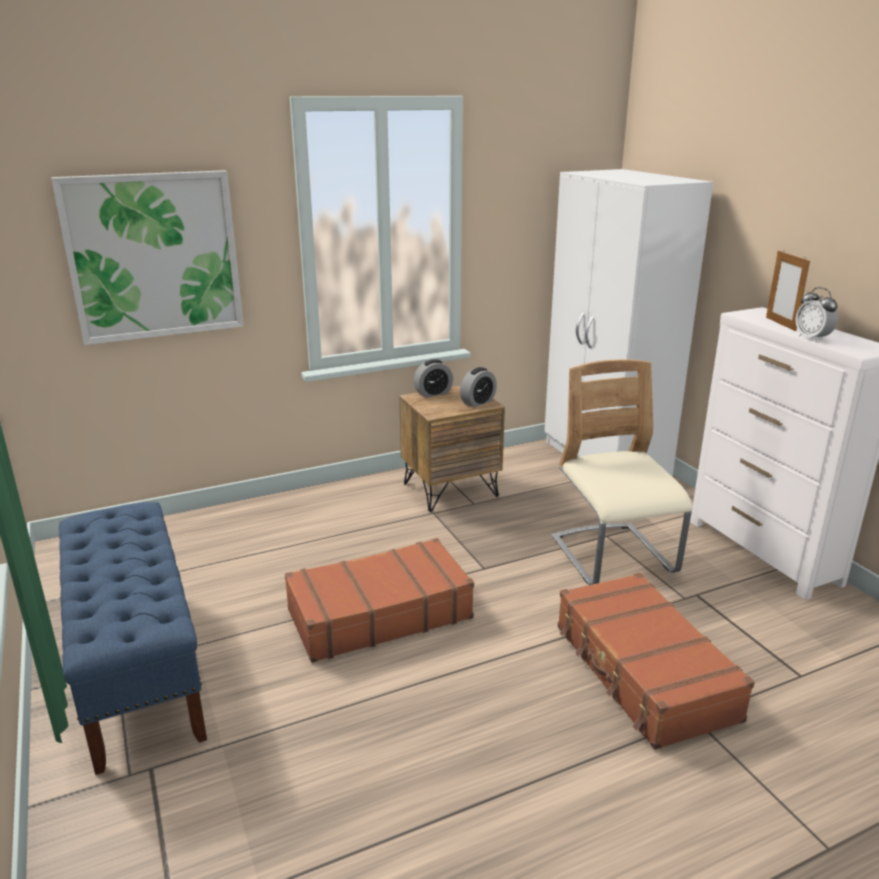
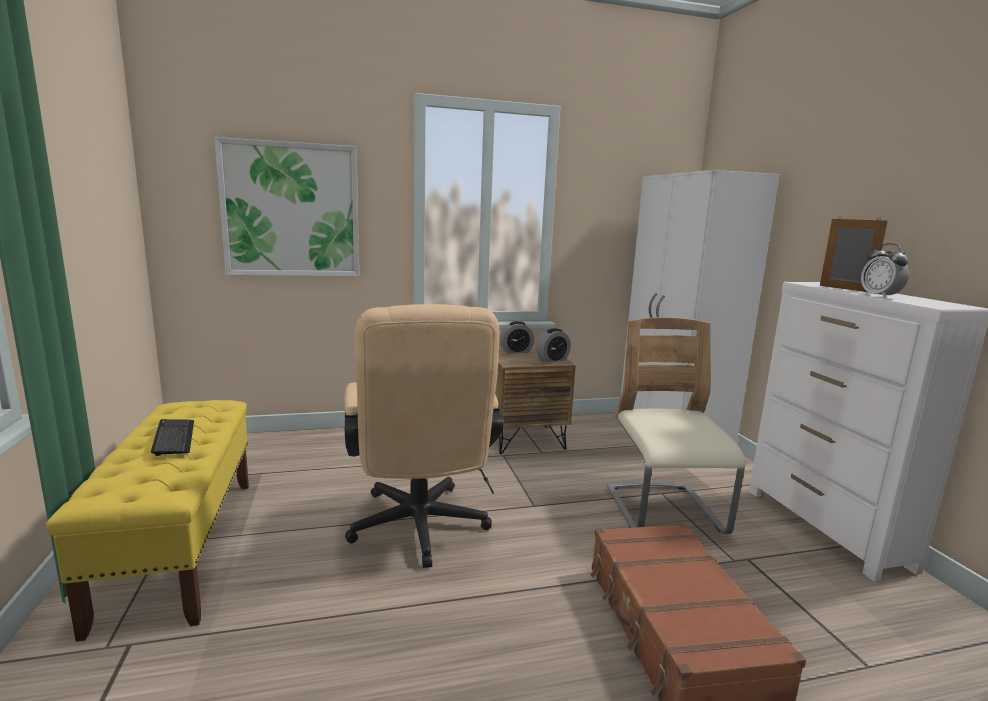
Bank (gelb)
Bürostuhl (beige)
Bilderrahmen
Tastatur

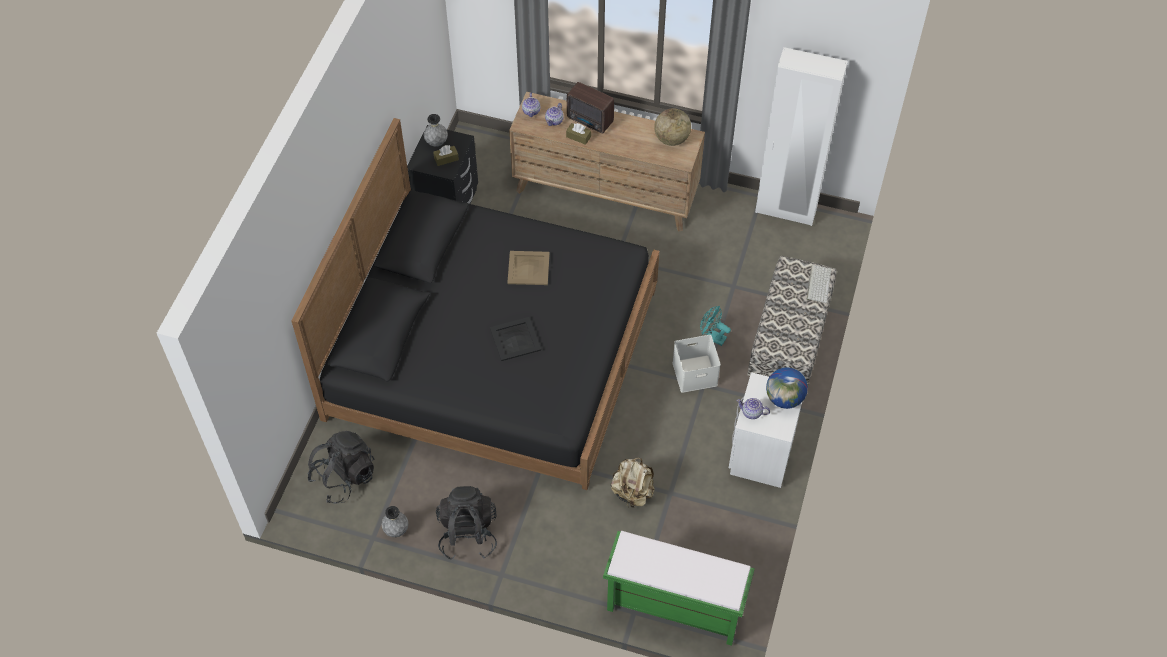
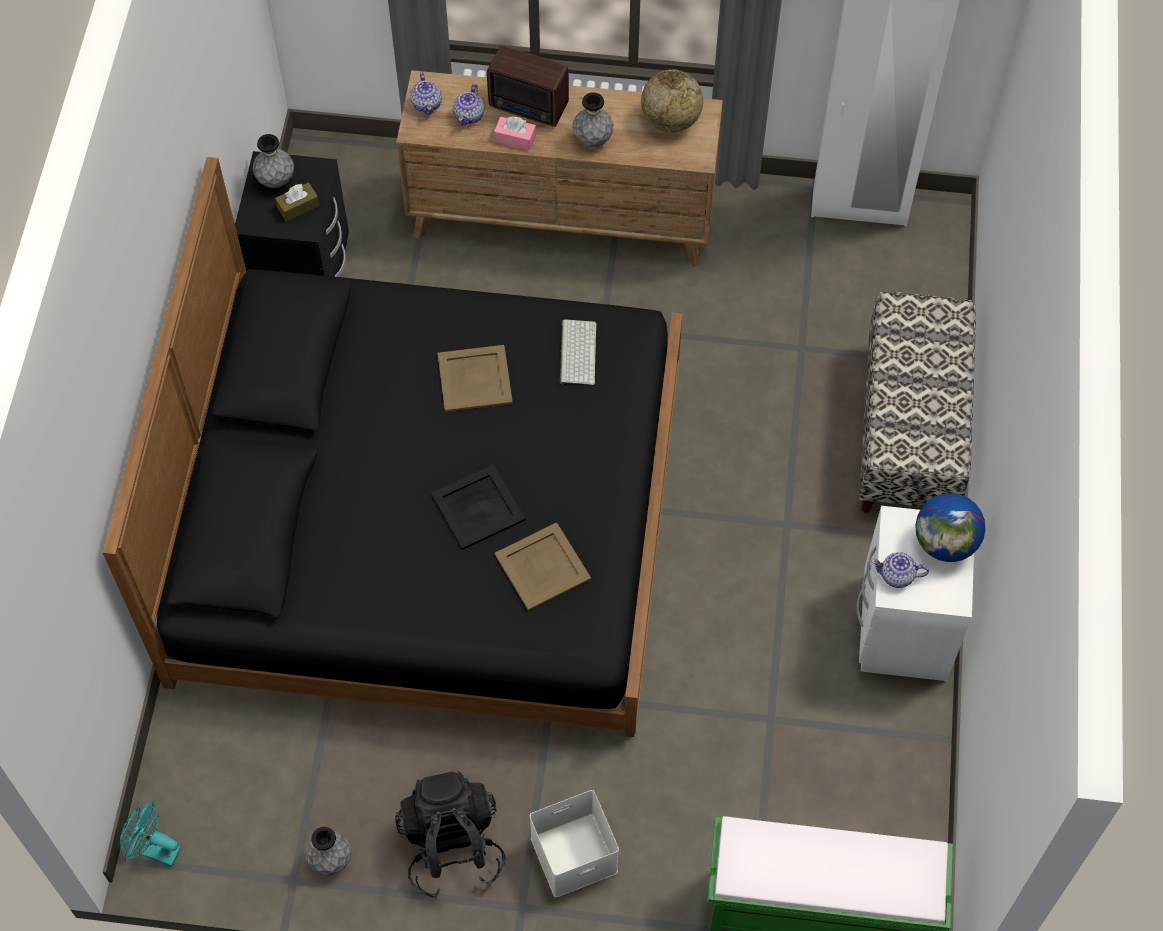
Rucksack (schwarz) (1st from left in the first image)
Taschentuchbox (rosa)
Rucksack (beige)
Aufbewahrungsbox (weiß)
Ventilator (türkis)
Tastatur
Tablett (beige) (2nd from left)
Vase (grau) (3rd from left)

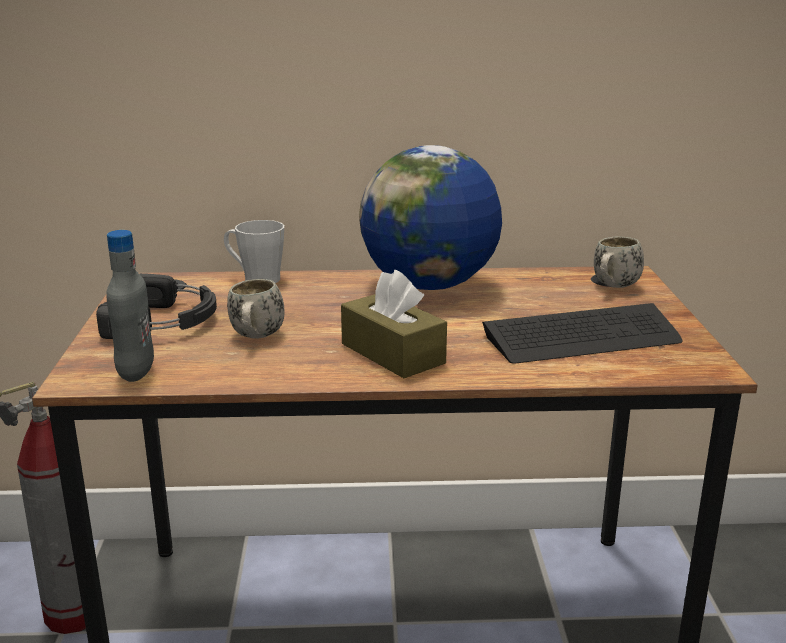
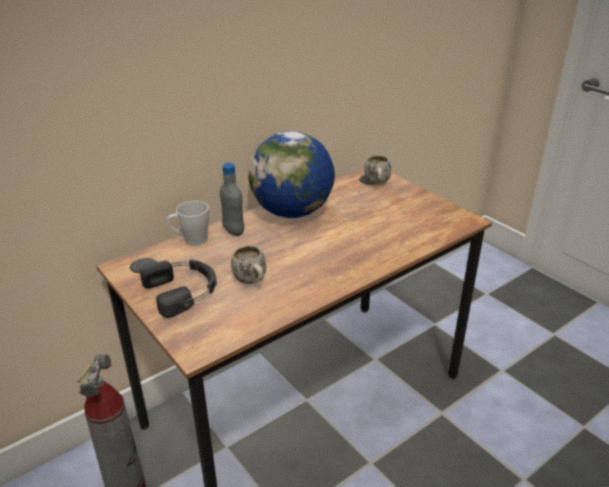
Flasche (grau)
Taschentuchbox (braun)
Tastatur

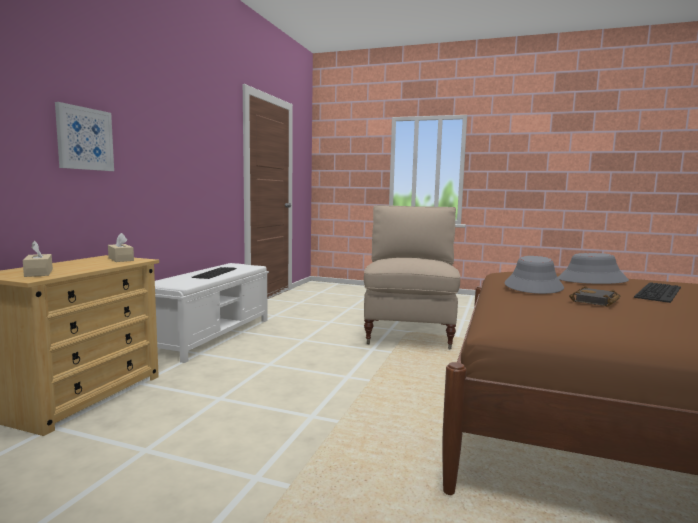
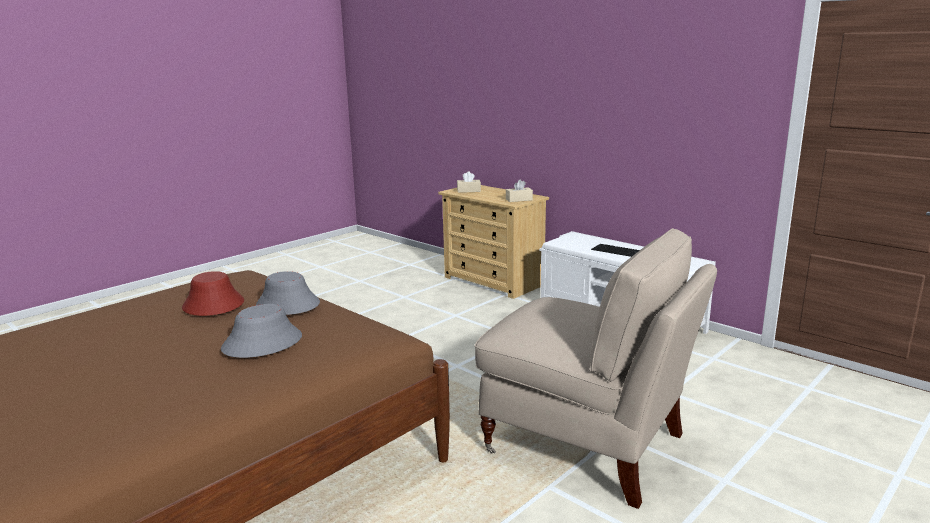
Bild
Hut (rot)
Tastatur (2nd from left in the first image)

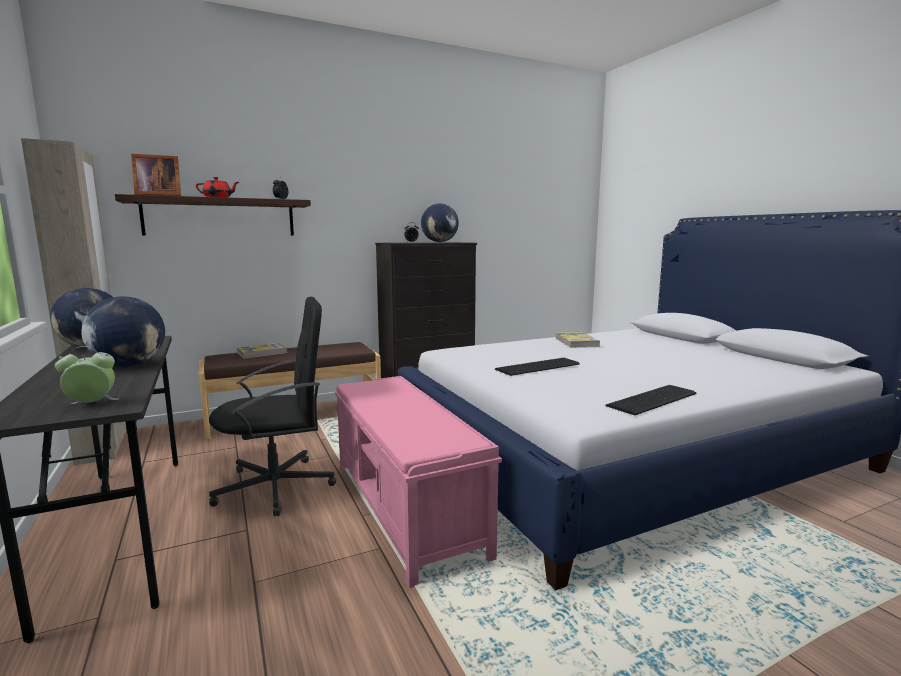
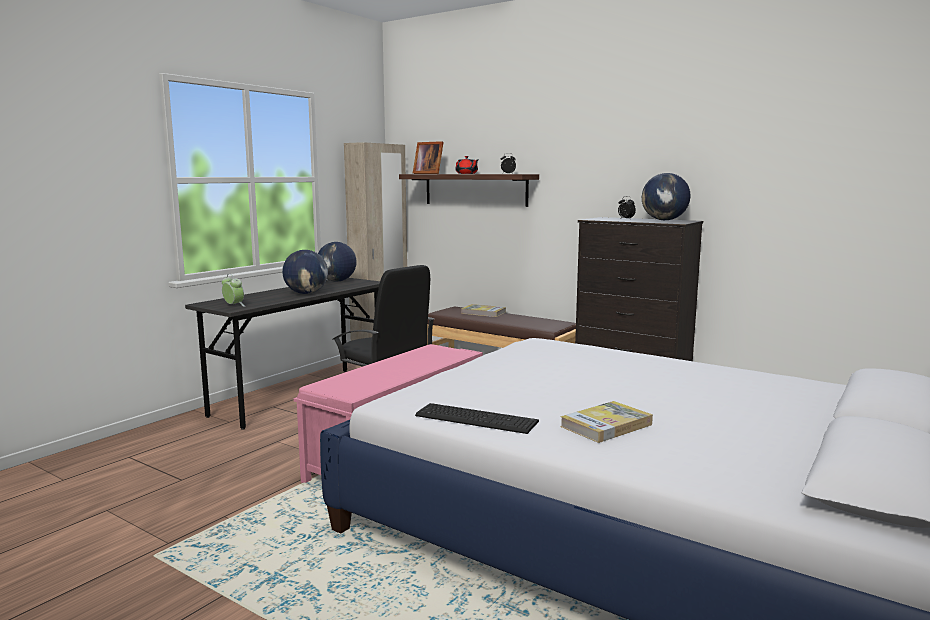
Tastatur (1st from left in the first image)
Buch (2nd from left)

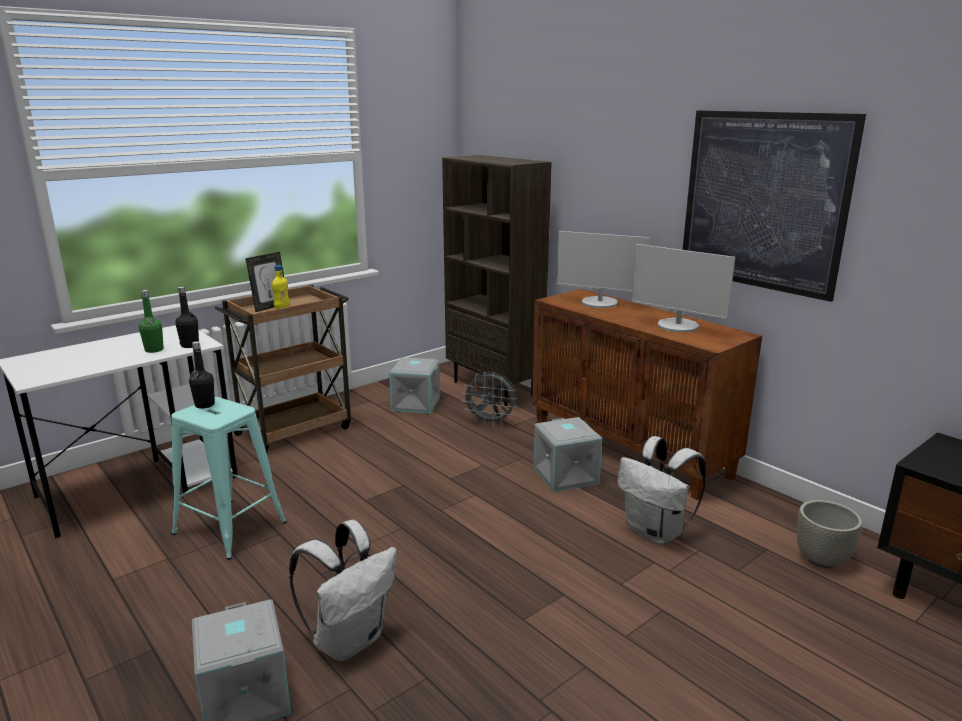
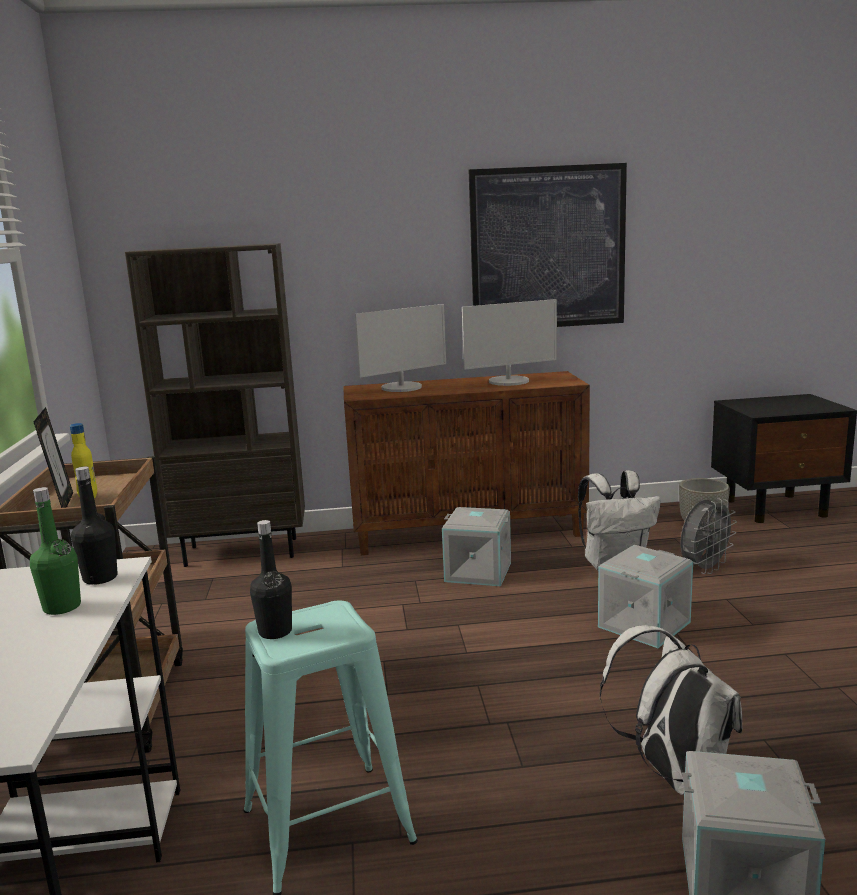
Aufbewahrungsbox (grau) (2nd from left)
Ventilator (grau)

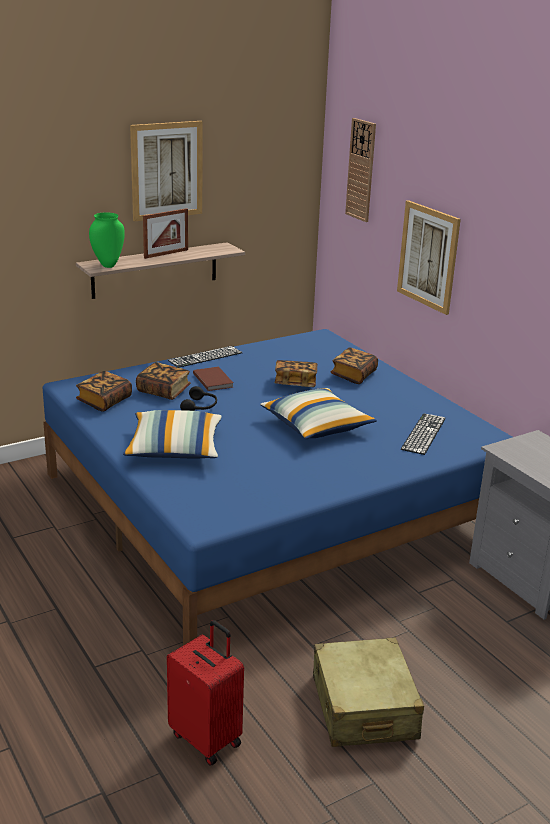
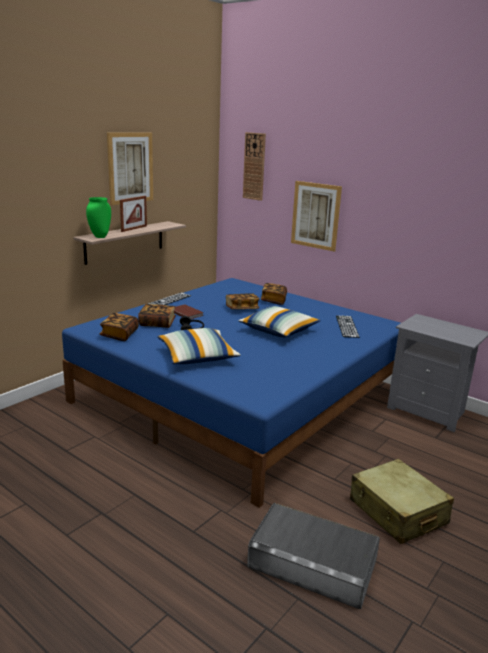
Aufbewahrungsbox (grau)

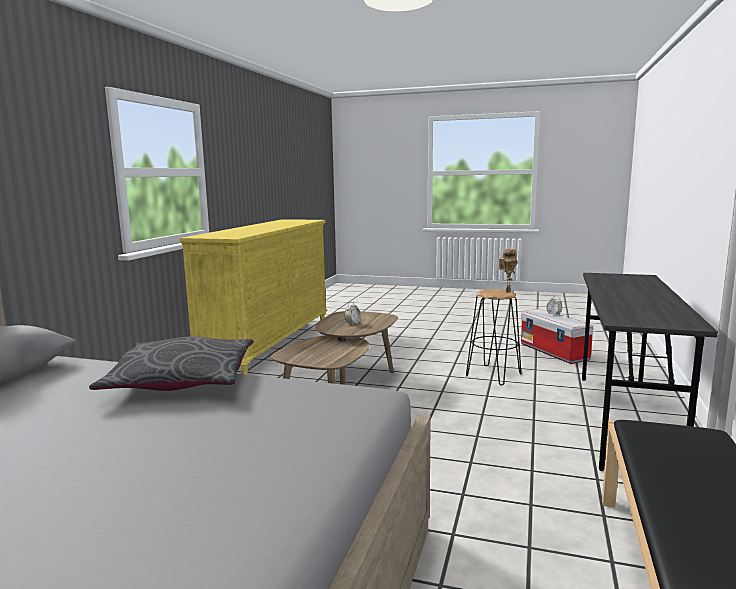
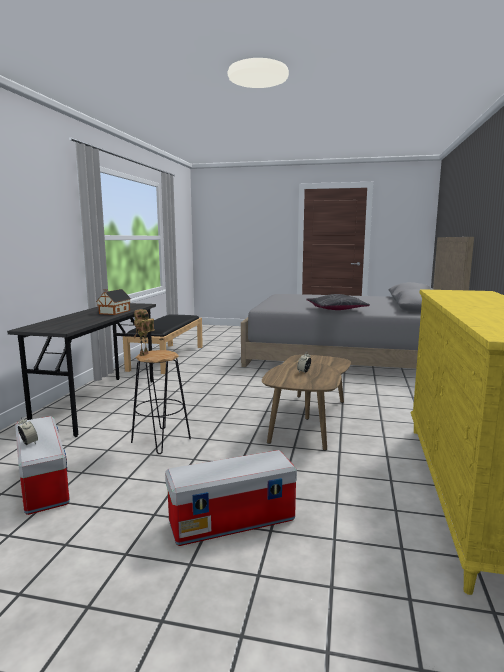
Spielzeughaus
Aufbewahrungsbox (2nd from left)

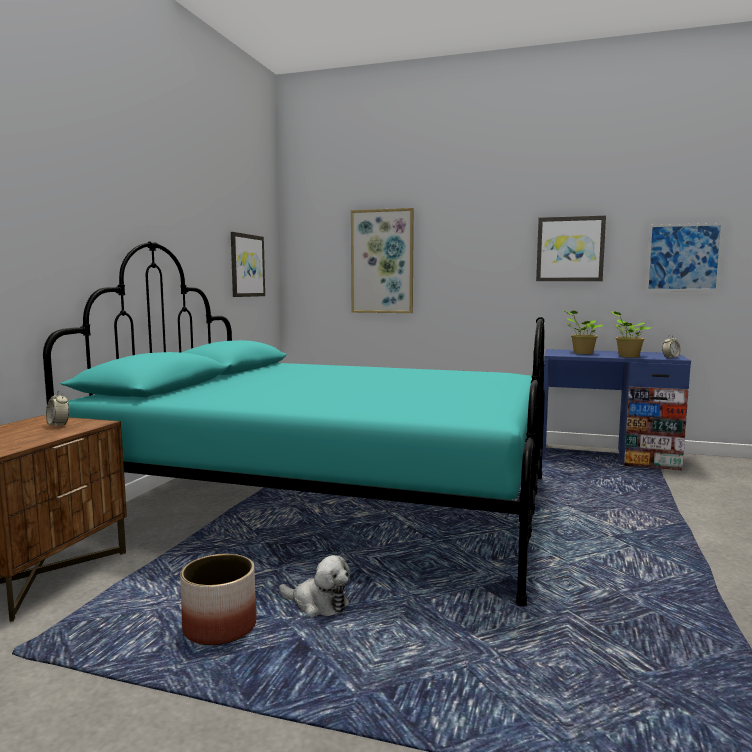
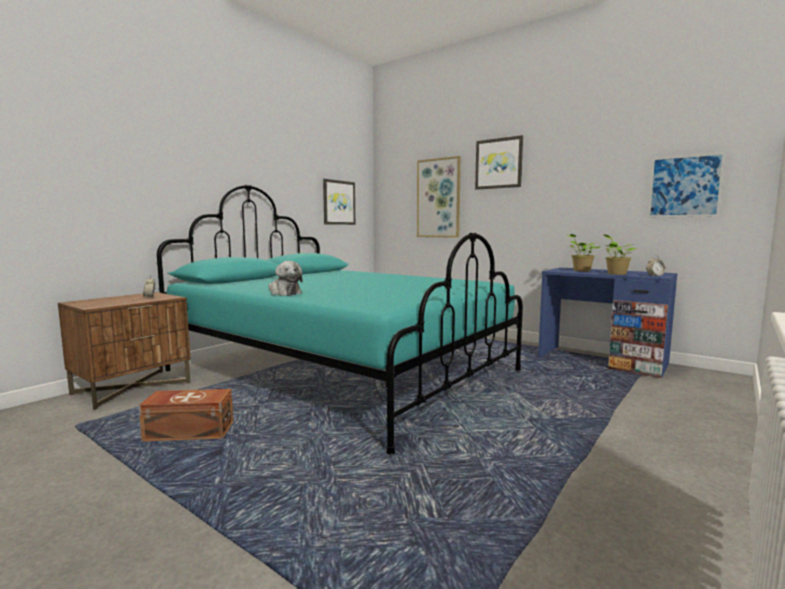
Aufbewahrungsbox (braun)
Plüschtier
Bild (3rd from left)

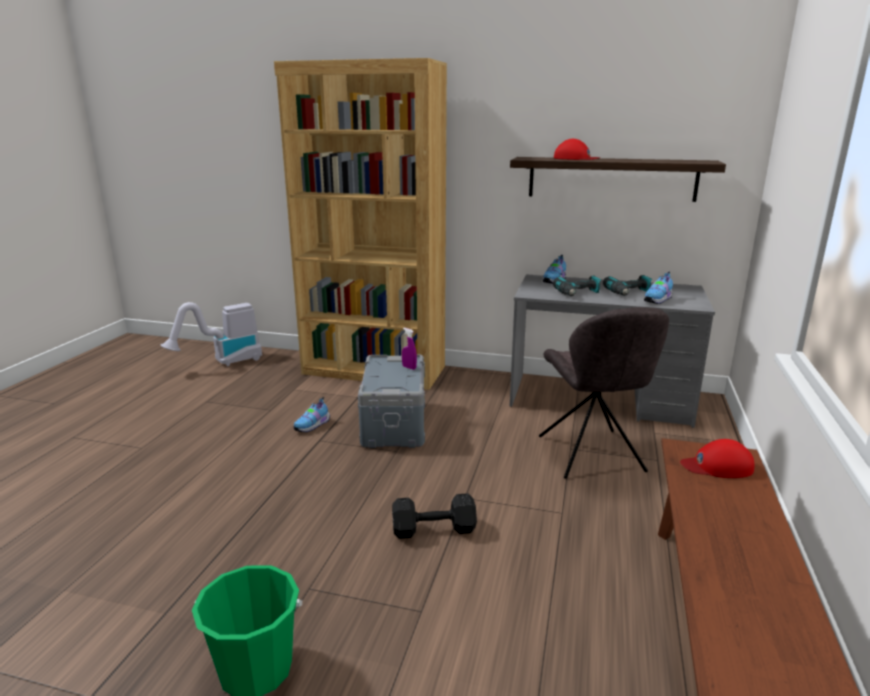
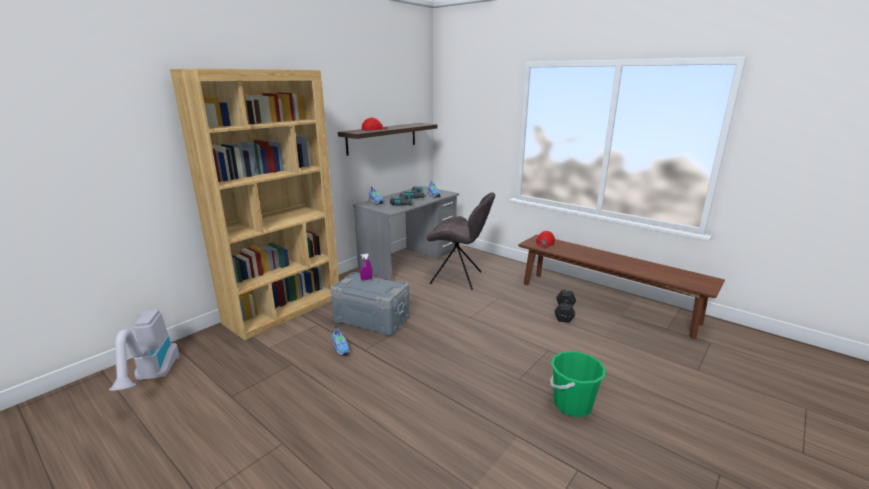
Hantel (schwarz)

